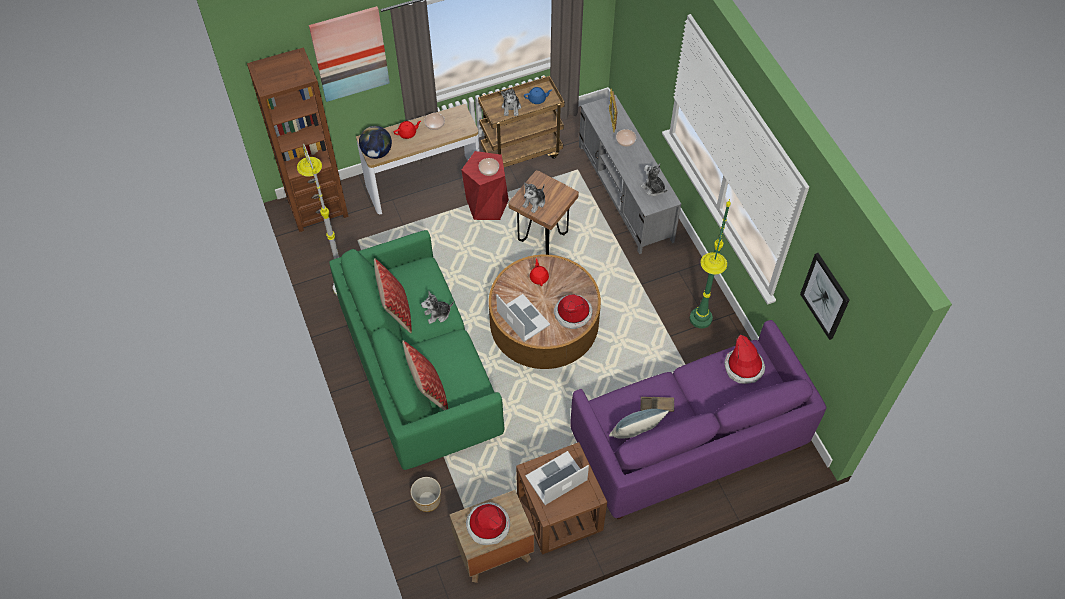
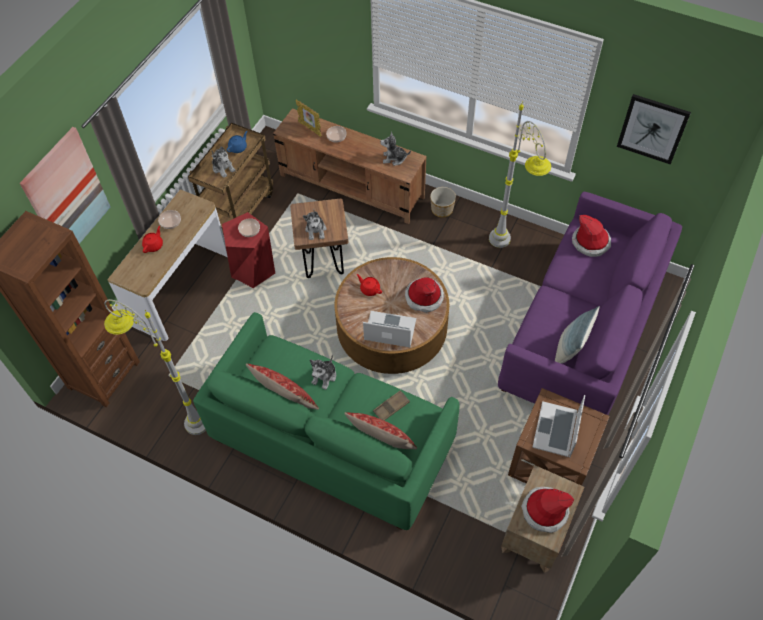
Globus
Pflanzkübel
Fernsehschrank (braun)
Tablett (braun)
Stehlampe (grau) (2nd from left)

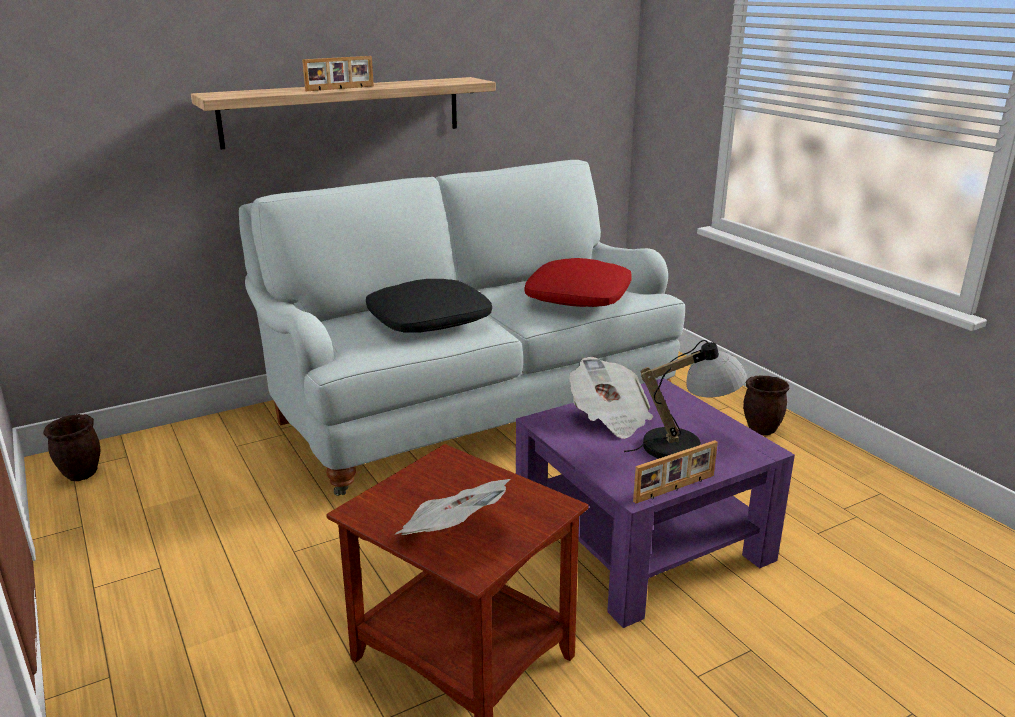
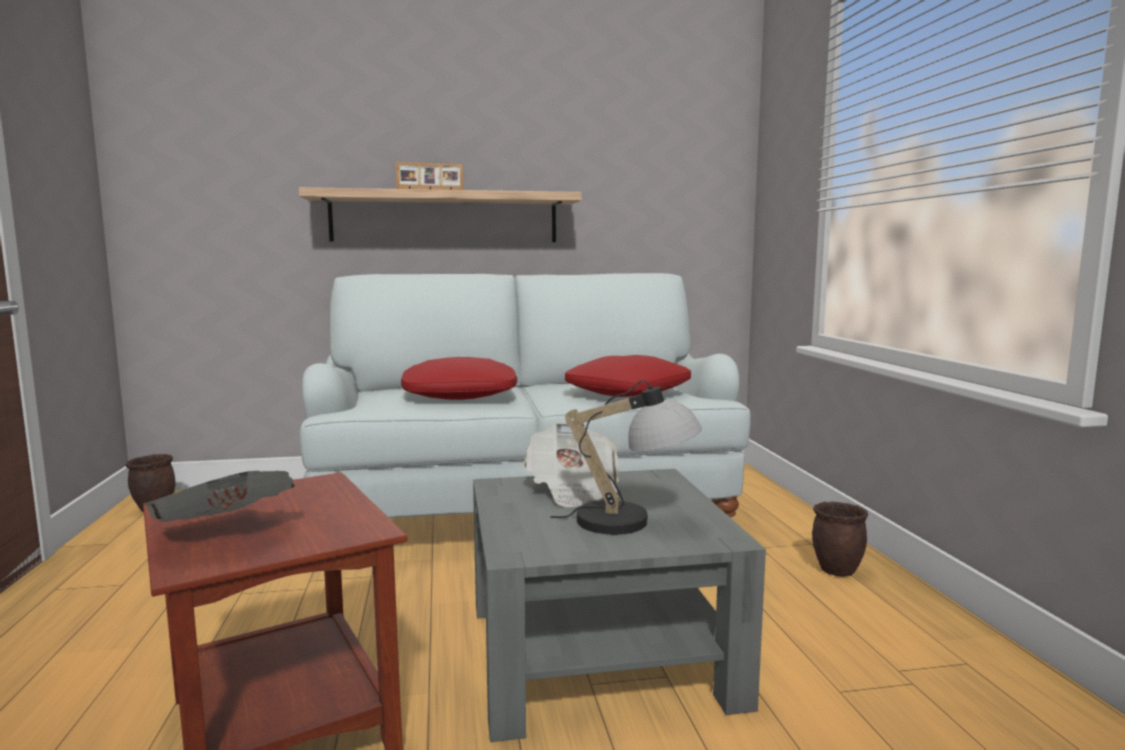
Kissen (rot) (1st from left)
Couchtisch (grau)
Bilderrahmen (2nd from left in the first image)

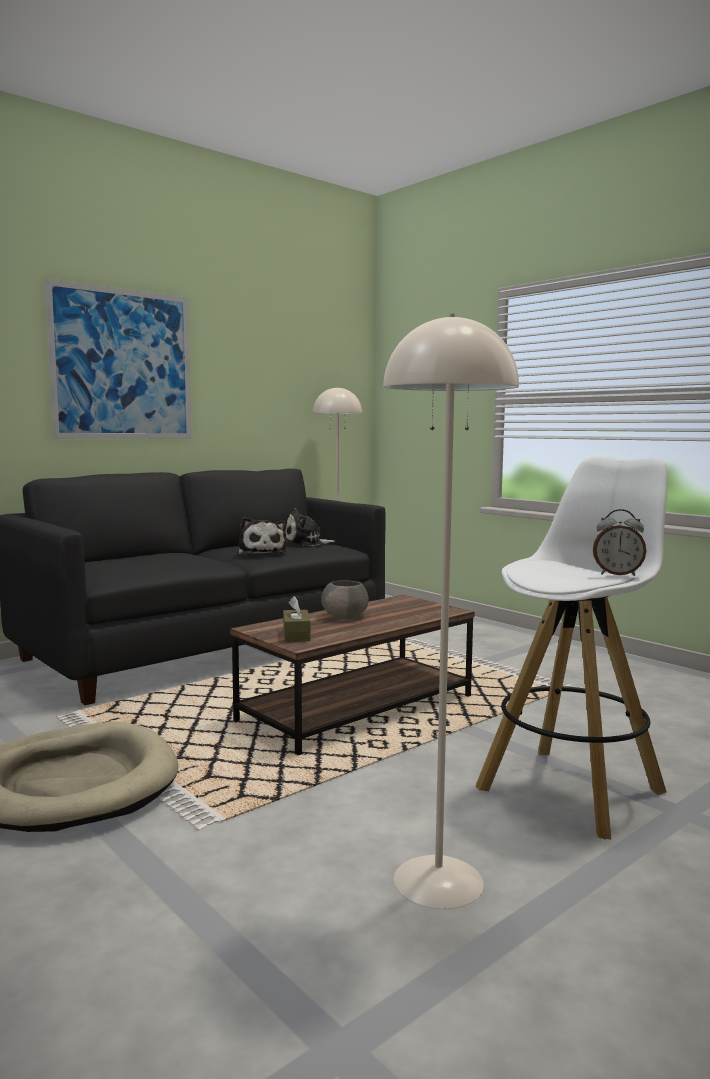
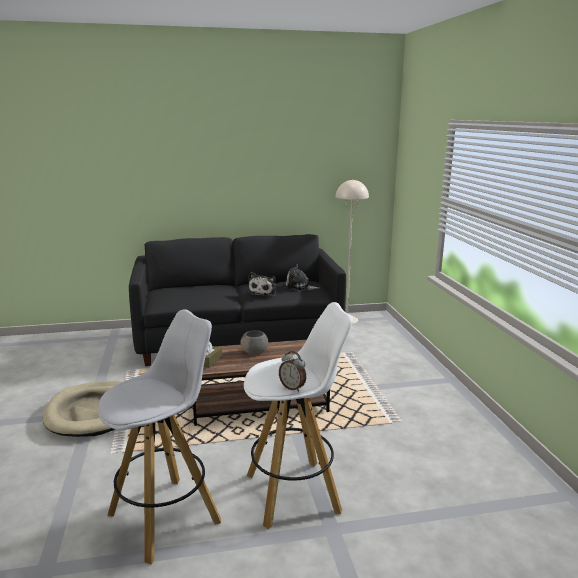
Bild
Hocker (weiß) (1st from left)

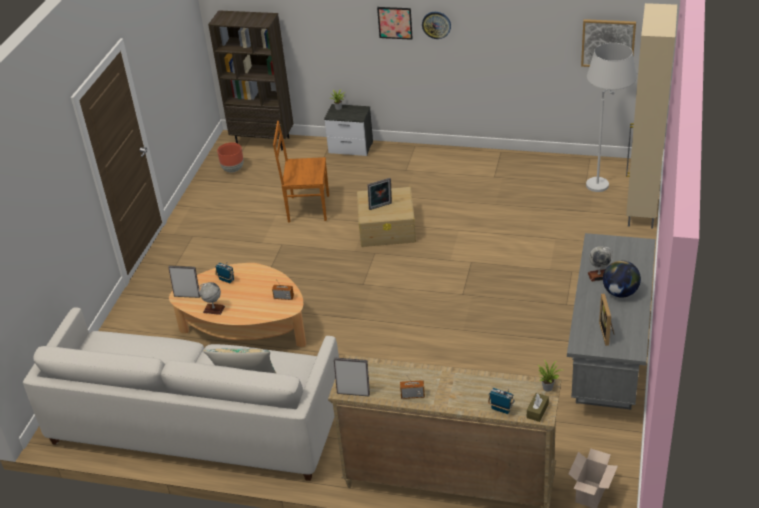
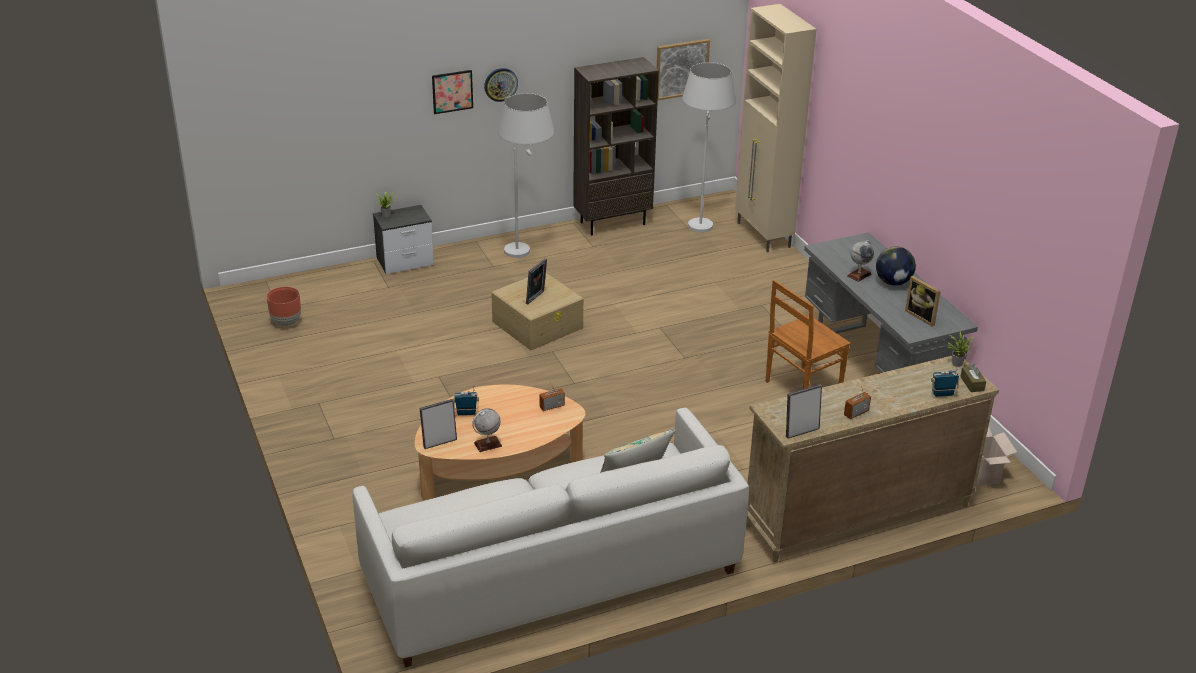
Bücherregal (braun)
Stuhl (braun)
Stehlampe (weiß) (1st from left)

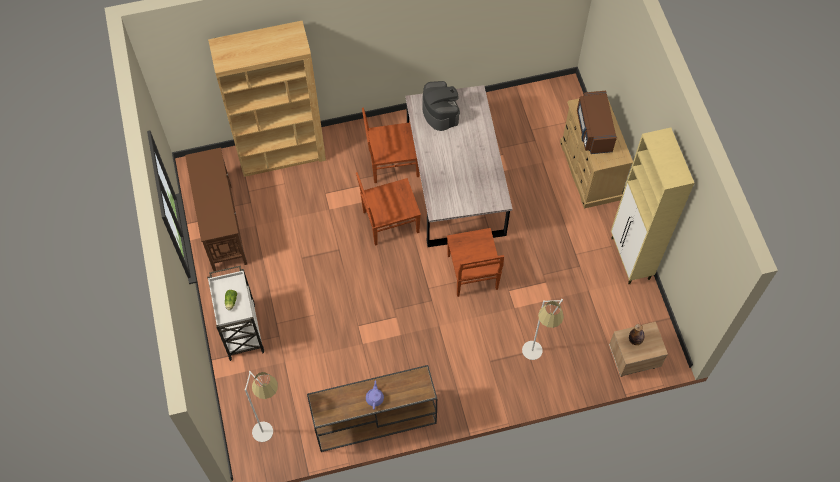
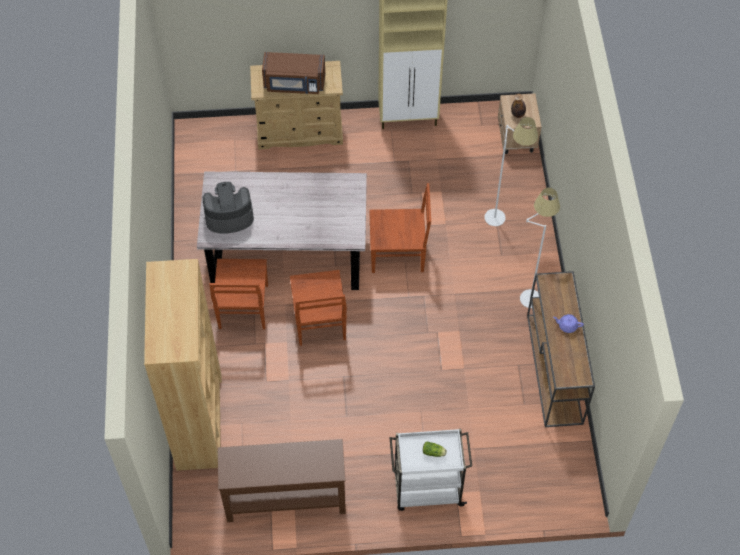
Stehlampe (weiß) (2nd from left)

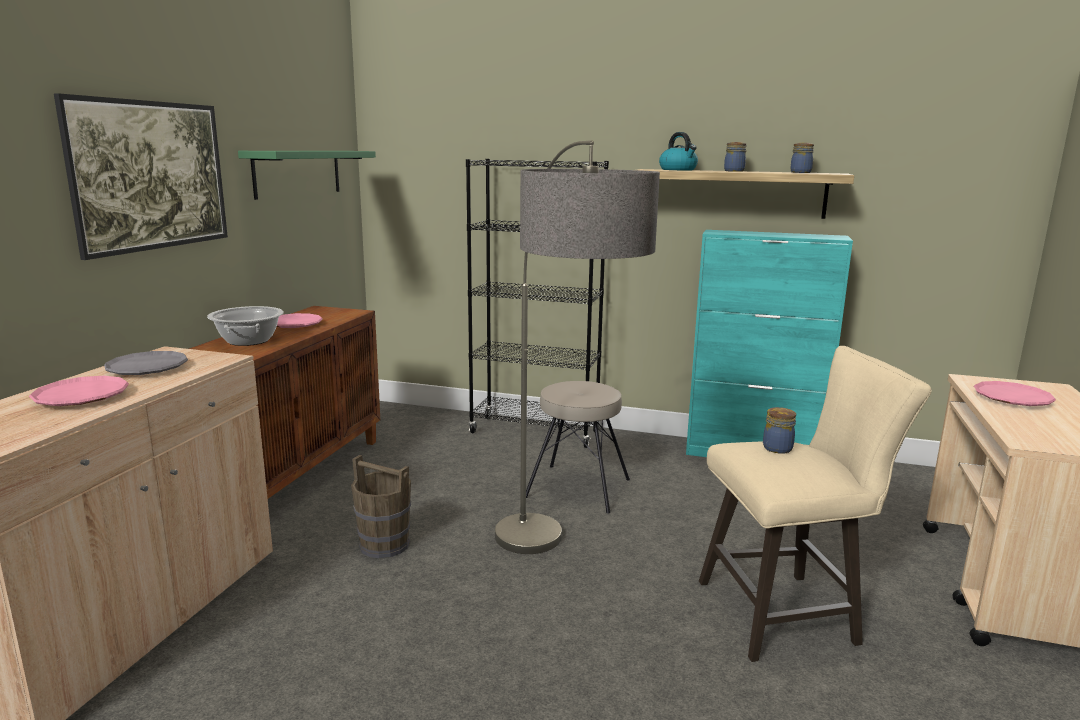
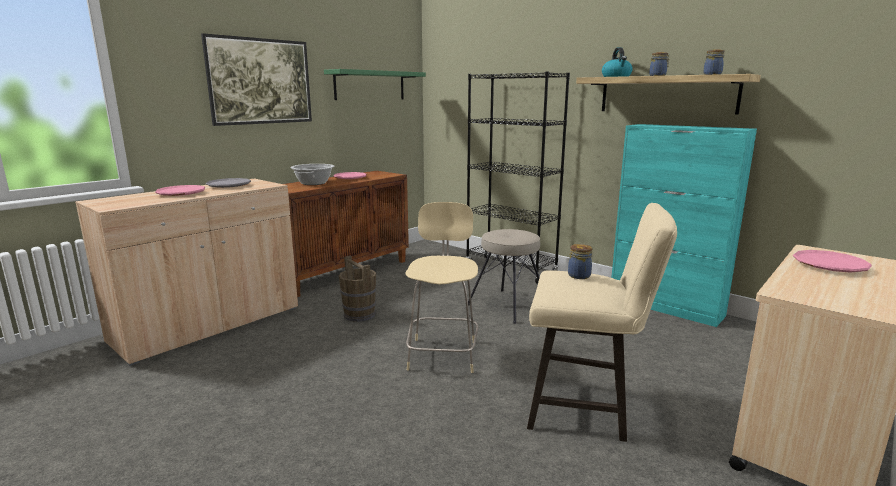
Stuhl (beige)

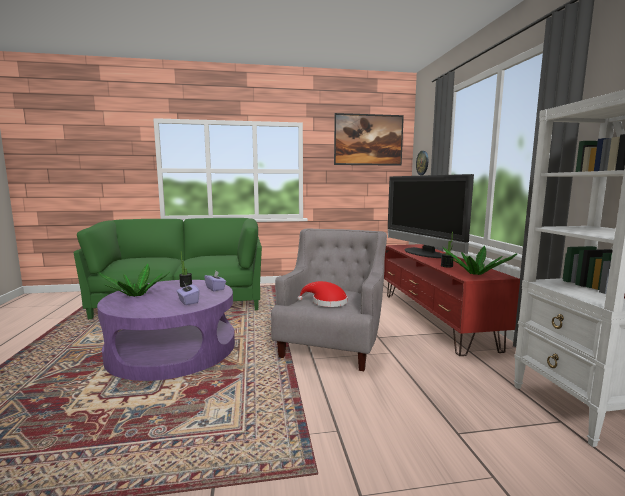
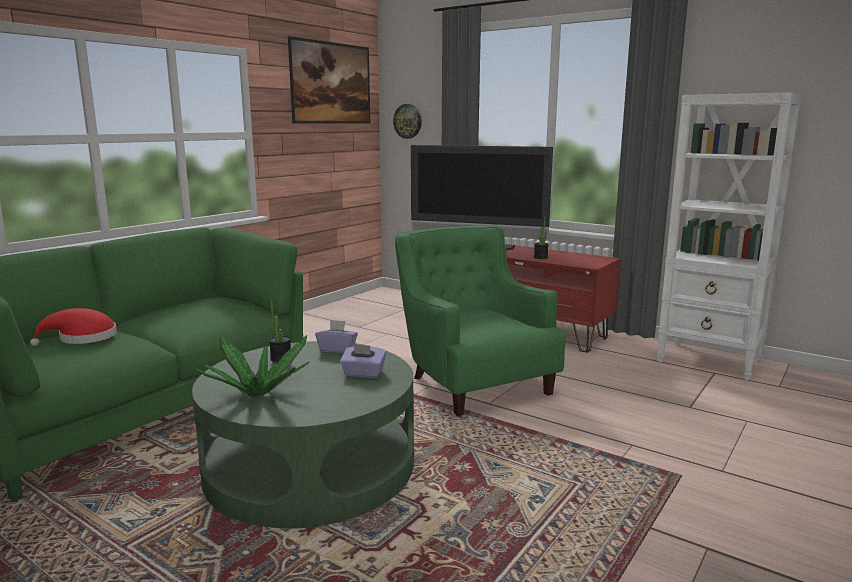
Couchtisch (grün)
Sessel (grün)
Hut (rot)
Topfpflanze (4th from left in the first image)

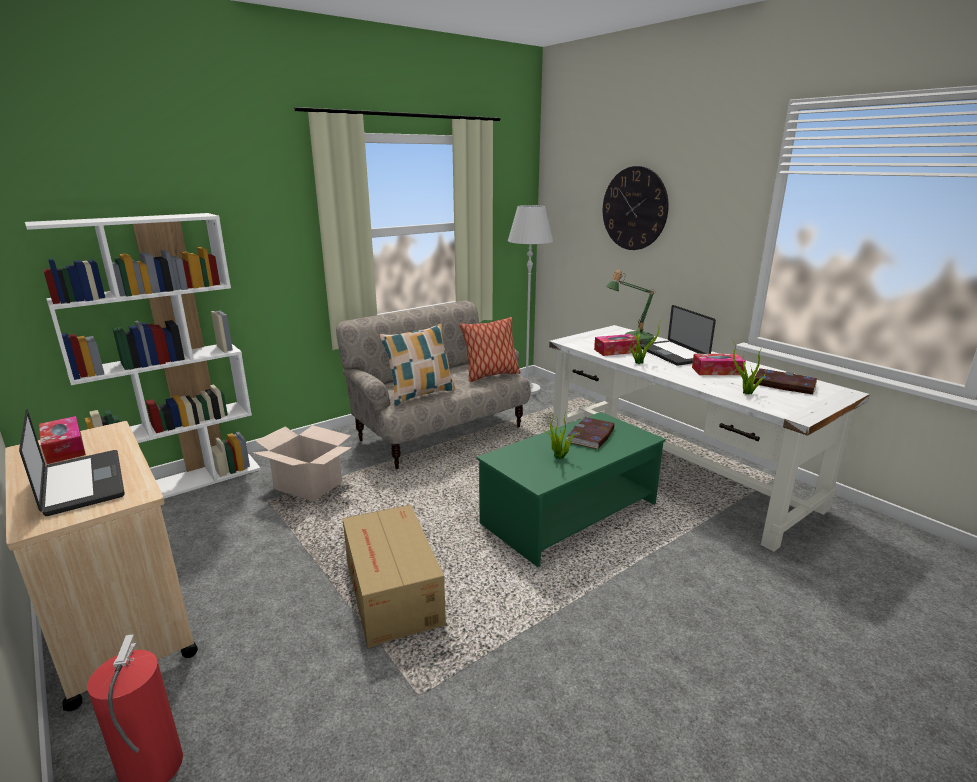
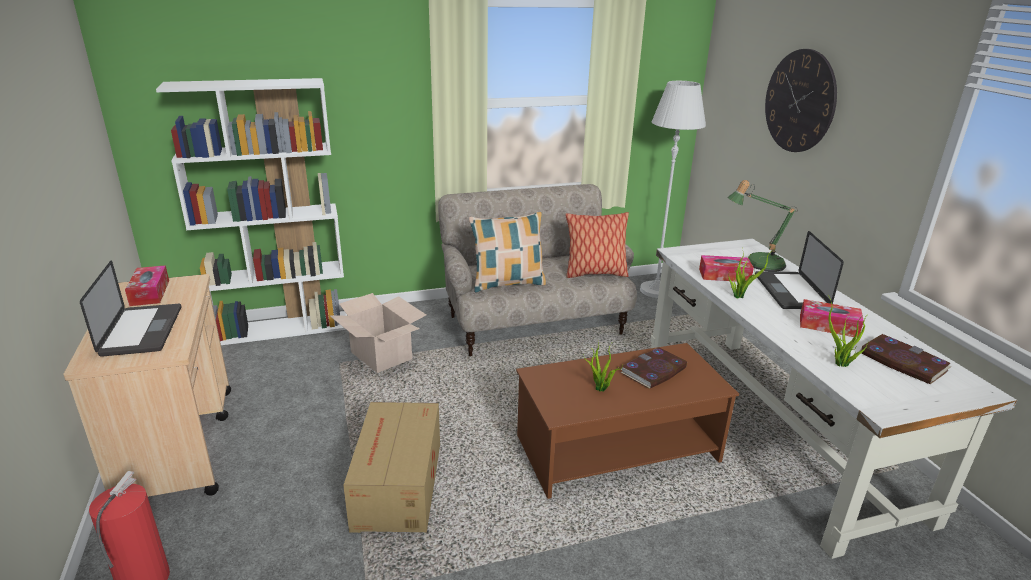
Couchtisch (braun)

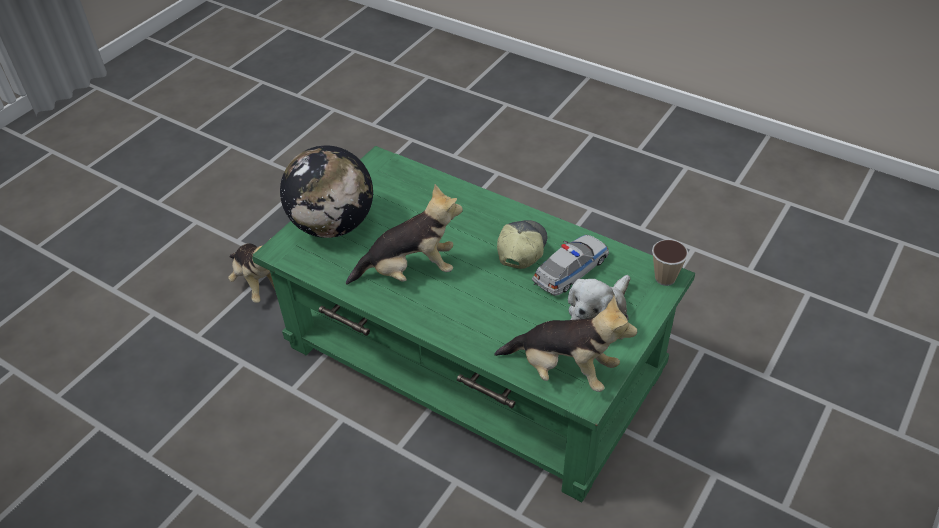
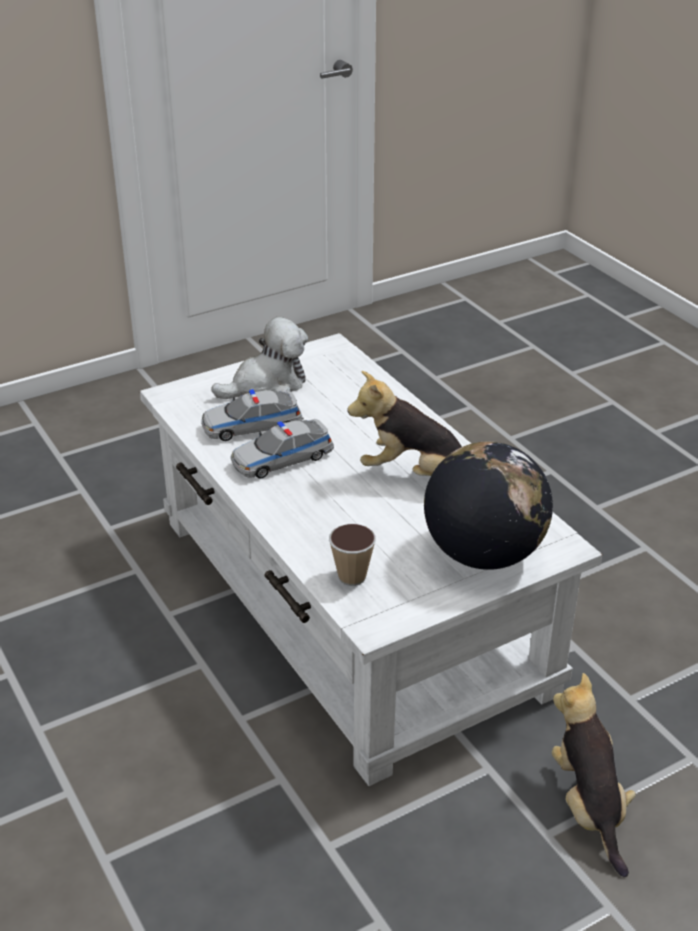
Couchtisch (weiß)
Plüschtier (3rd from left in the first image)
Spielzeugauto (2nd from left)
Tasse

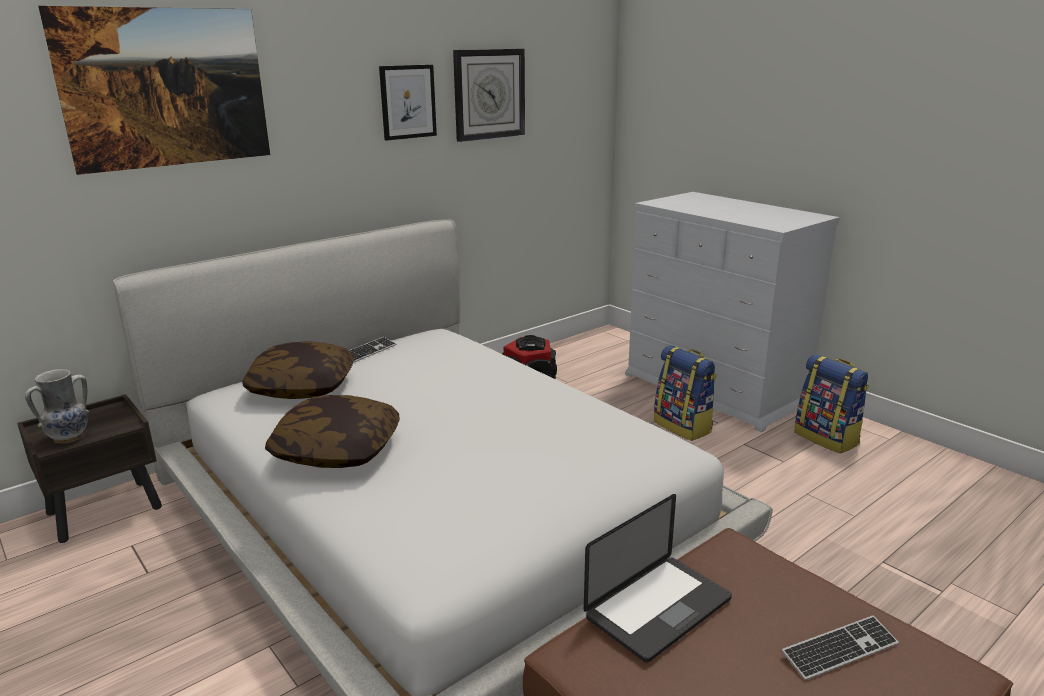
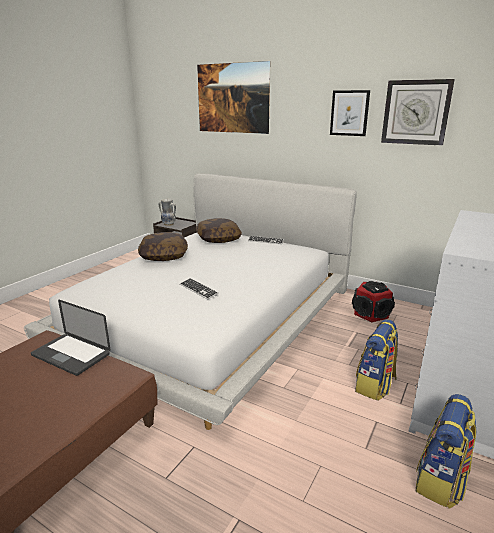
Tastatur (1st from left)

